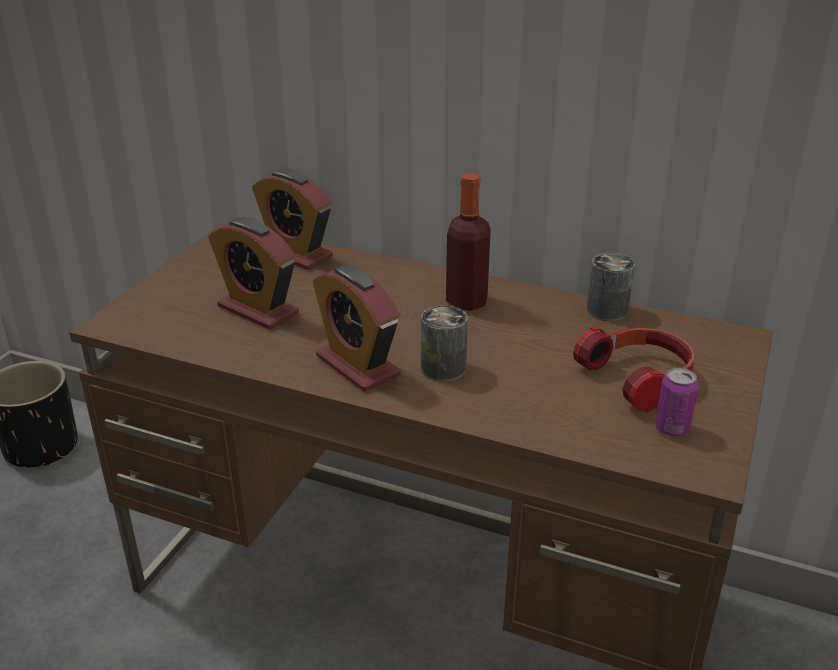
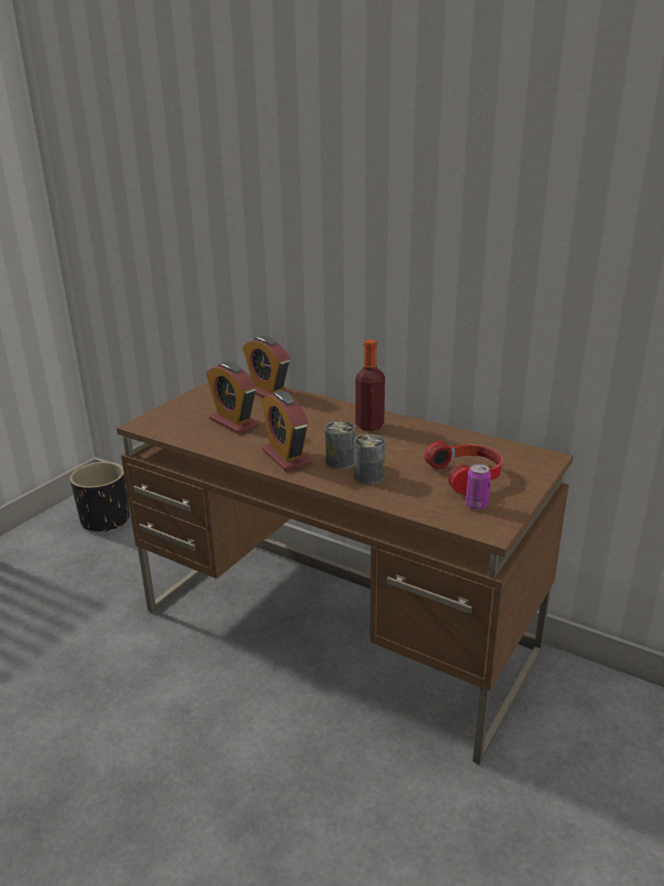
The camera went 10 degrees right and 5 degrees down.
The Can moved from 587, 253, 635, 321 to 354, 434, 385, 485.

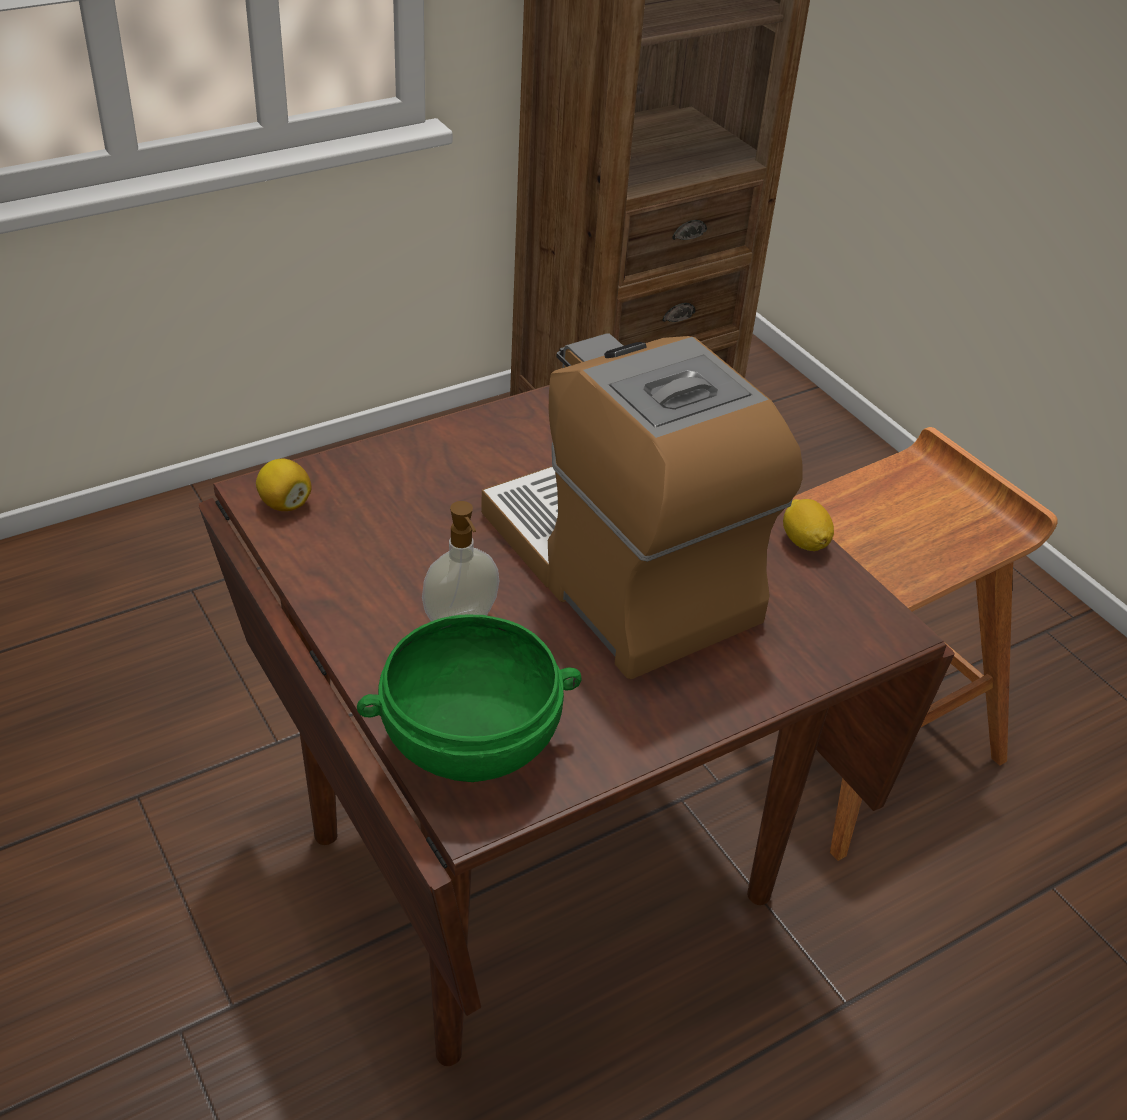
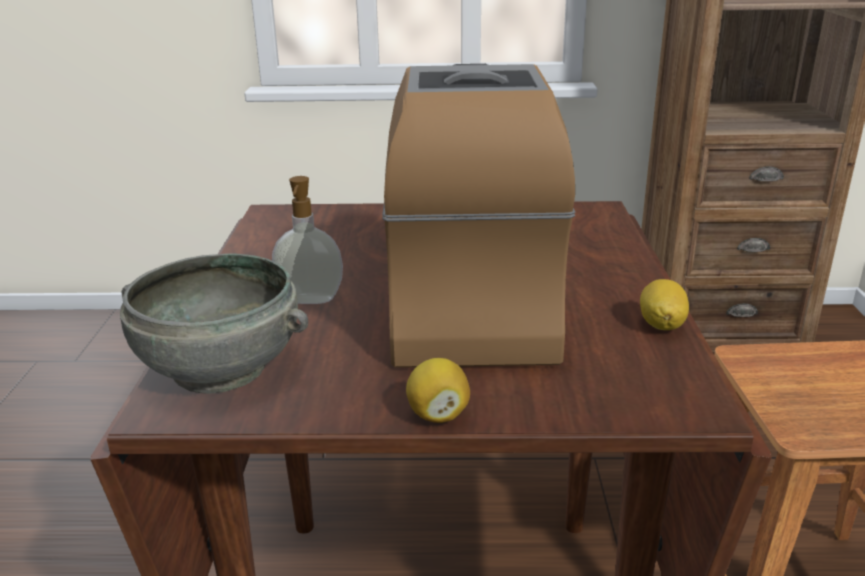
The camera went 35 degrees right and 15 degrees down.
The GreenBowl at 357, 615, 581, 782 became the GreyBowl at 120, 253, 308, 394.
The Lemon moved from 256, 459, 312, 511 to 406, 358, 470, 423.

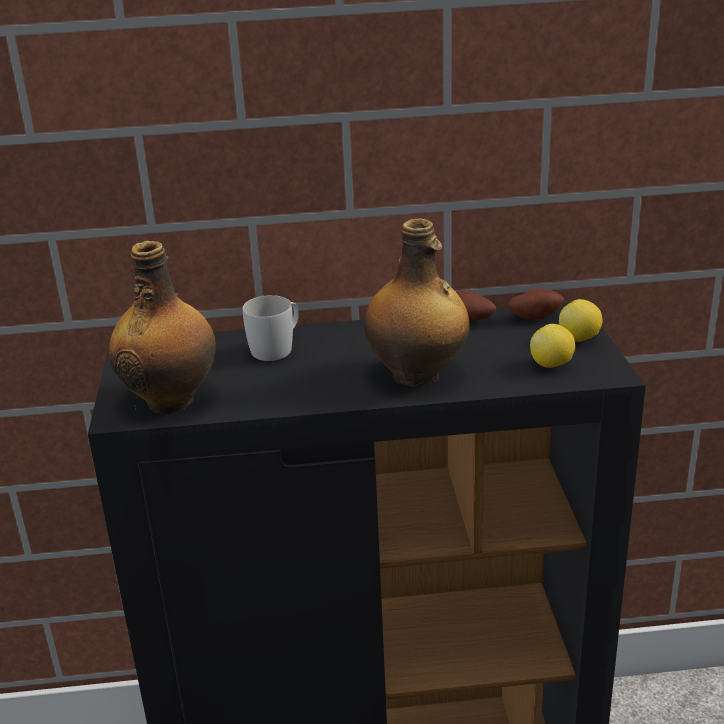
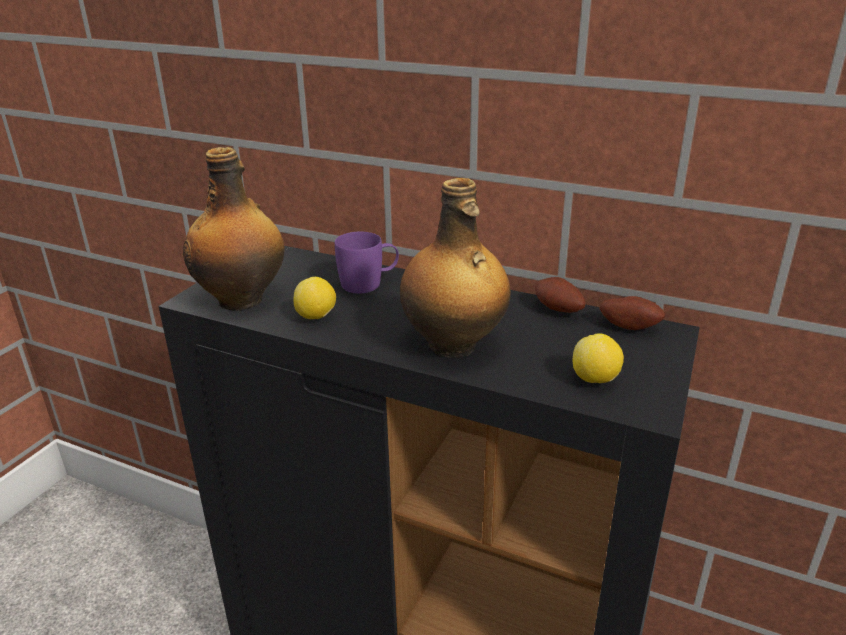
The camera went 30 degrees right and 0 degrees up.
The Lemon moved from 559, 299, 602, 342 to 293, 277, 336, 319.
The WhiteMug at 243, 295, 299, 361 became the PurpleMug at 335, 232, 399, 294.

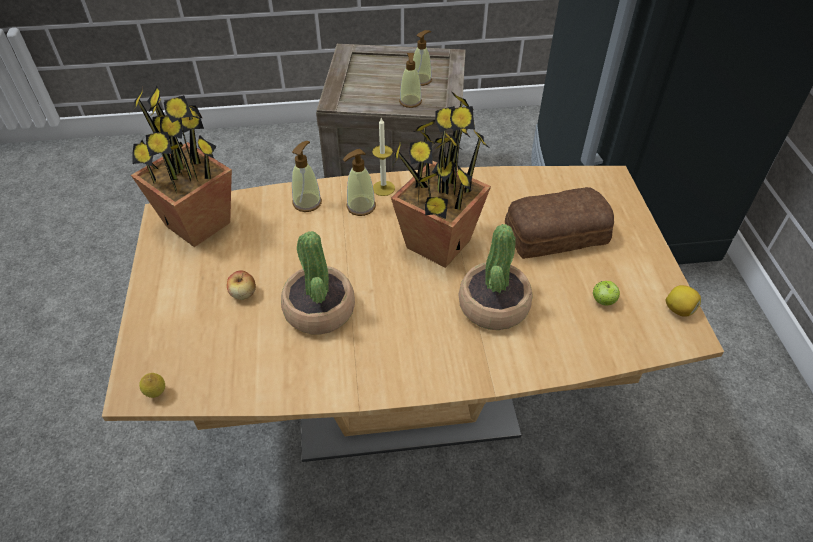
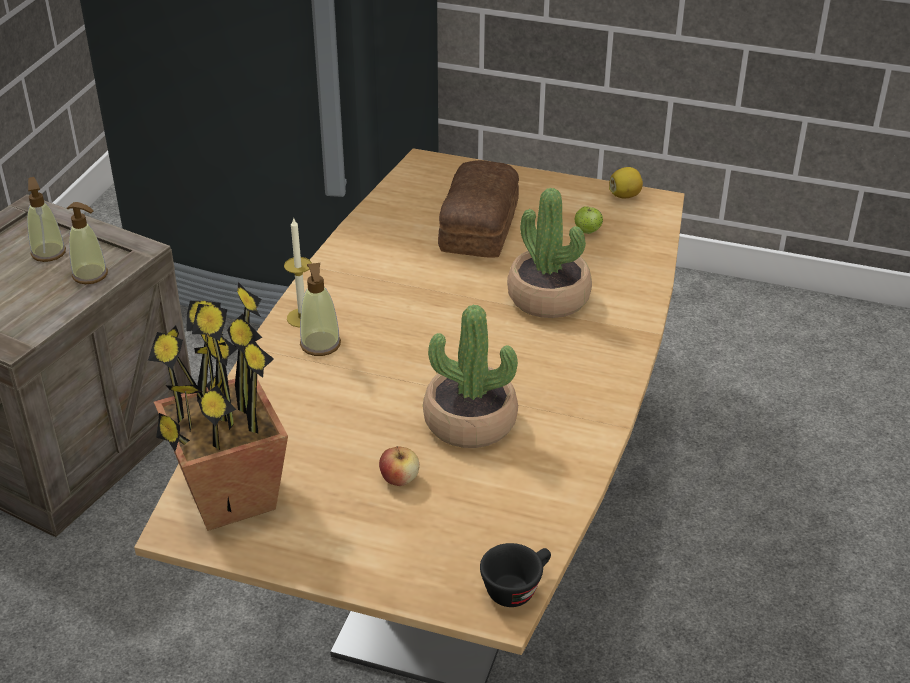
The camera went 65 degrees left and 10 degrees down.
The Lemon at 139, 373, 165, 398 was replaced by the BlackCup at 480, 543, 551, 607.
The SoapDispenser at 292, 141, 322, 212 disappeared.
The PottedPlant at 391, 91, 491, 268 disappeared.

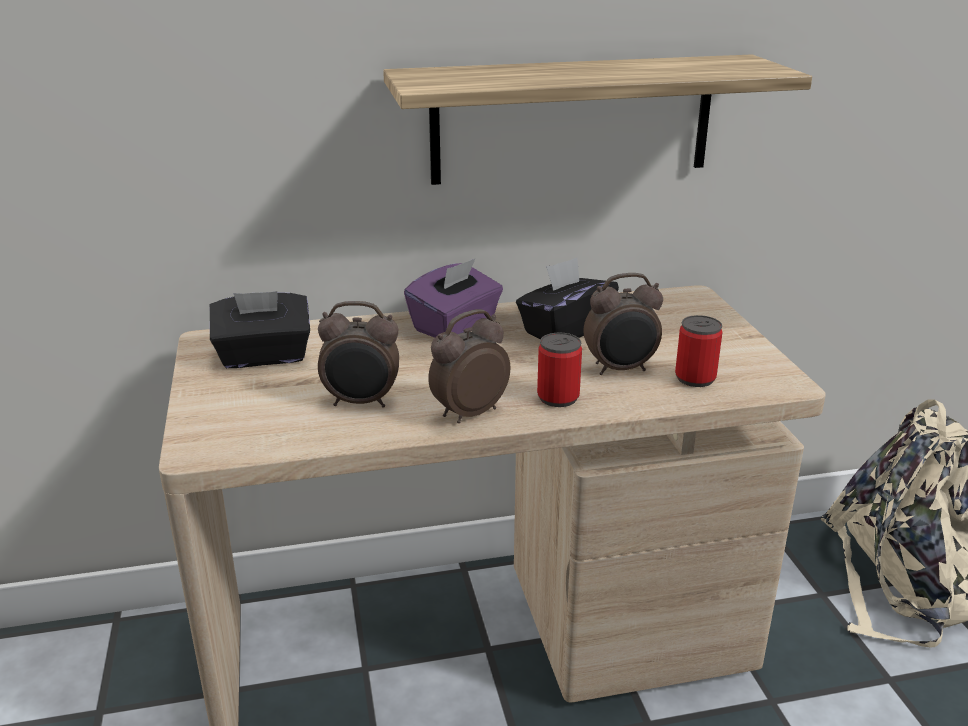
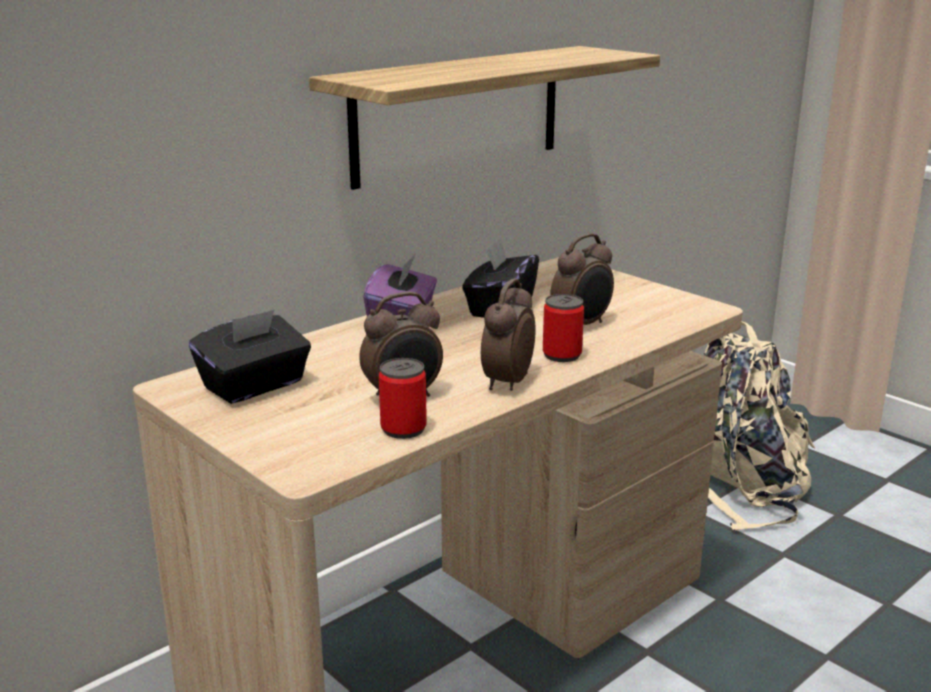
The camera went 30 degrees left and 5 degrees down.
The Can moved from 675, 315, 723, 387 to 379, 358, 427, 439.

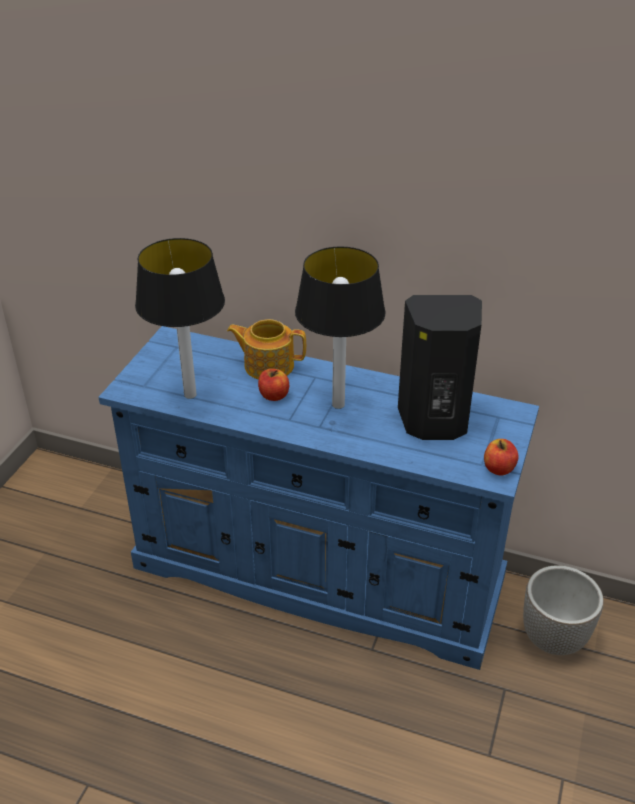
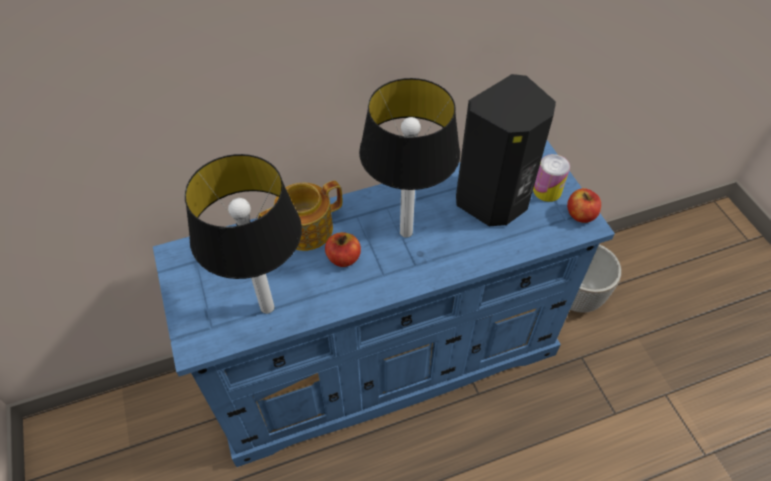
The camera went 40 degrees left and 15 degrees up.
The Can at 533, 154, 570, 202 appeared.

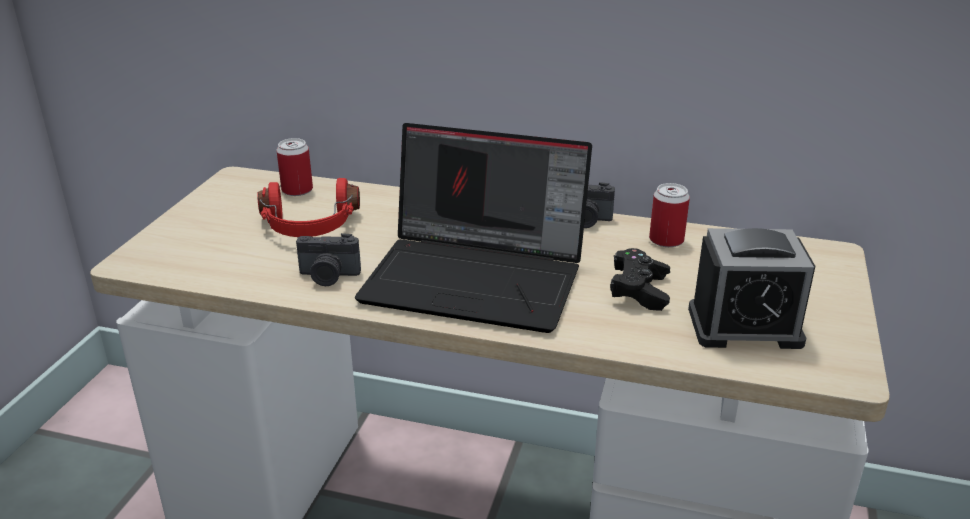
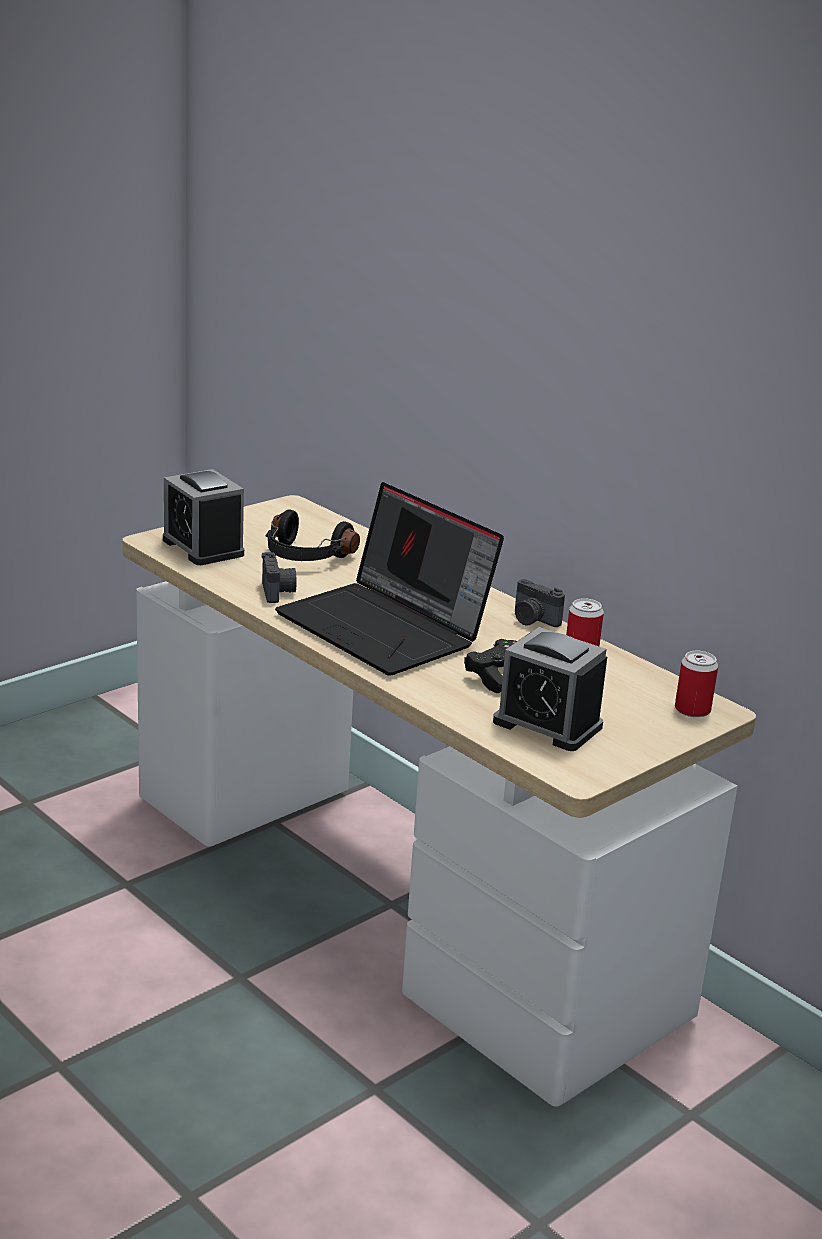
The camera went 30 degrees right and 5 degrees down.
The AlarmClock at 163, 469, 244, 565 appeared.
The PhotoCamera at 296, 233, 361, 286 turned 135 degrees counterclockwise.
The RedHeadphones at 257, 178, 360, 237 became the BlackHeadphones at 266, 510, 360, 561.
The Can moved from 276, 138, 313, 196 to 675, 651, 718, 717.

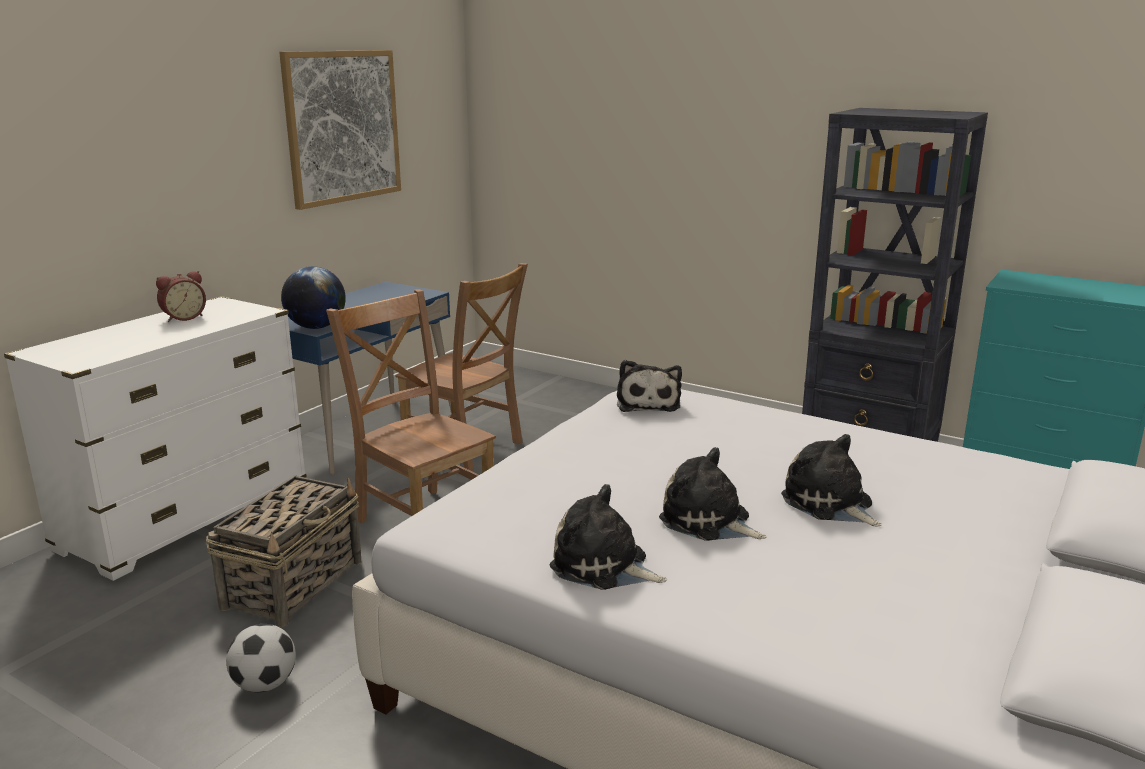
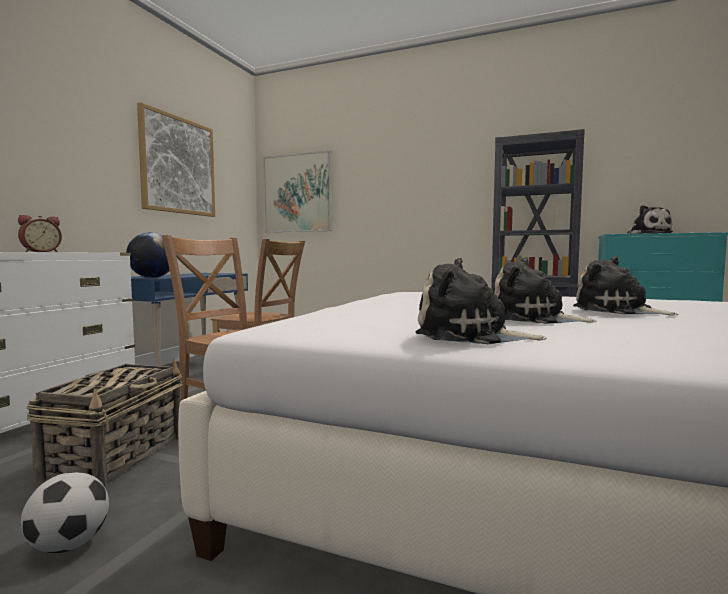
The camera went 10 degrees left and 15 degrees down.
The Picture at 263, 150, 333, 232 appeared.
The PlushToy moved from 617, 360, 682, 412 to 627, 205, 673, 234.

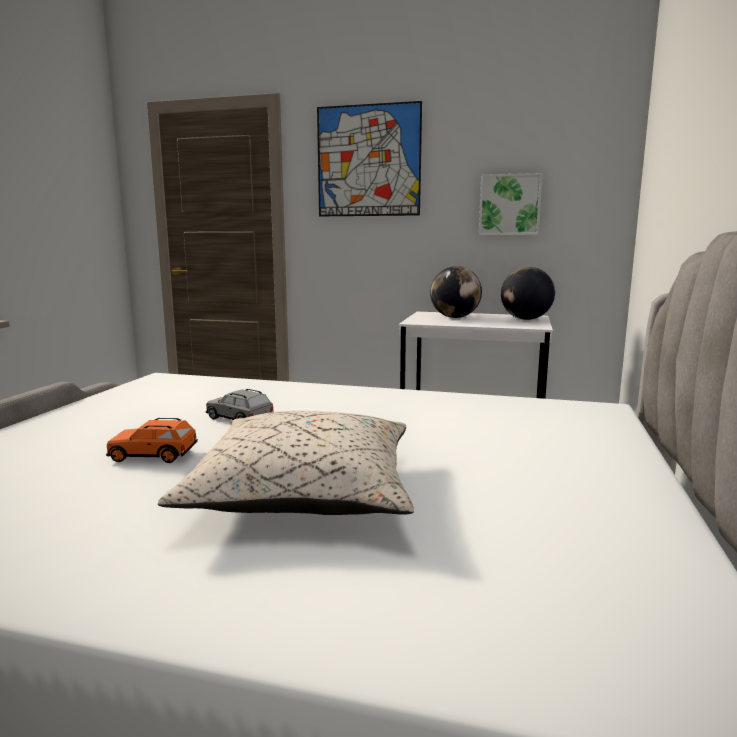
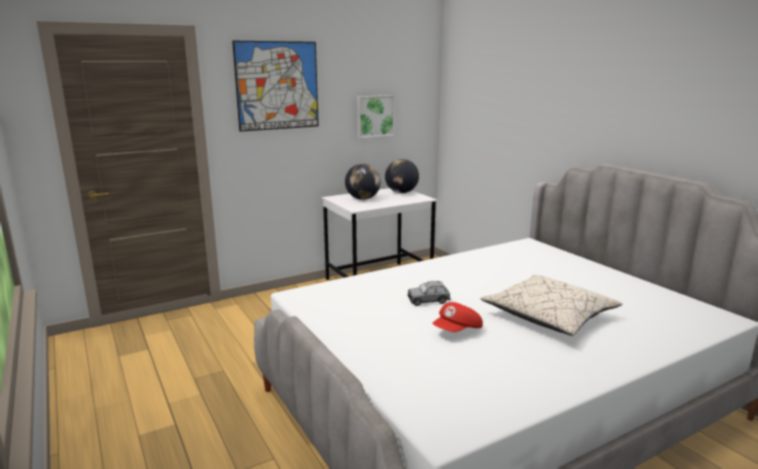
The camera went 45 degrees left and 5 degrees up.
The OrangeToyCar at 106, 418, 198, 463 was replaced by the RedCap at 432, 302, 483, 332.

